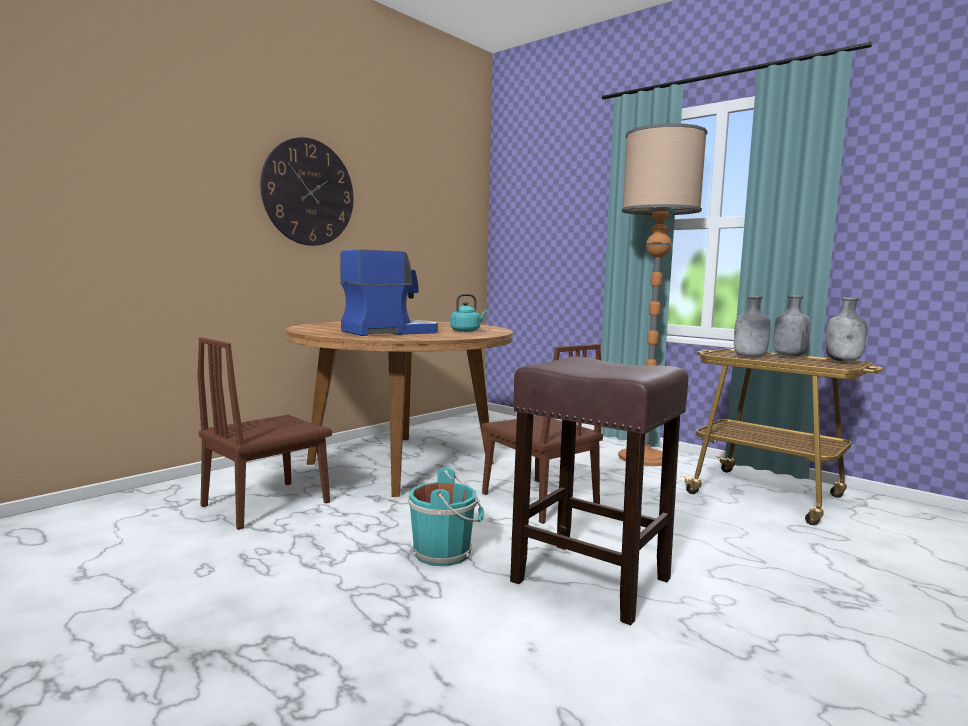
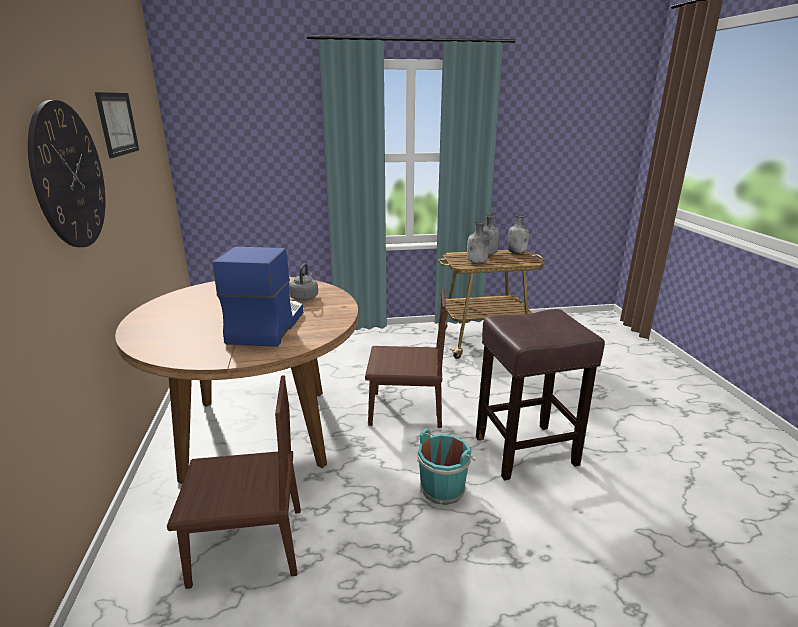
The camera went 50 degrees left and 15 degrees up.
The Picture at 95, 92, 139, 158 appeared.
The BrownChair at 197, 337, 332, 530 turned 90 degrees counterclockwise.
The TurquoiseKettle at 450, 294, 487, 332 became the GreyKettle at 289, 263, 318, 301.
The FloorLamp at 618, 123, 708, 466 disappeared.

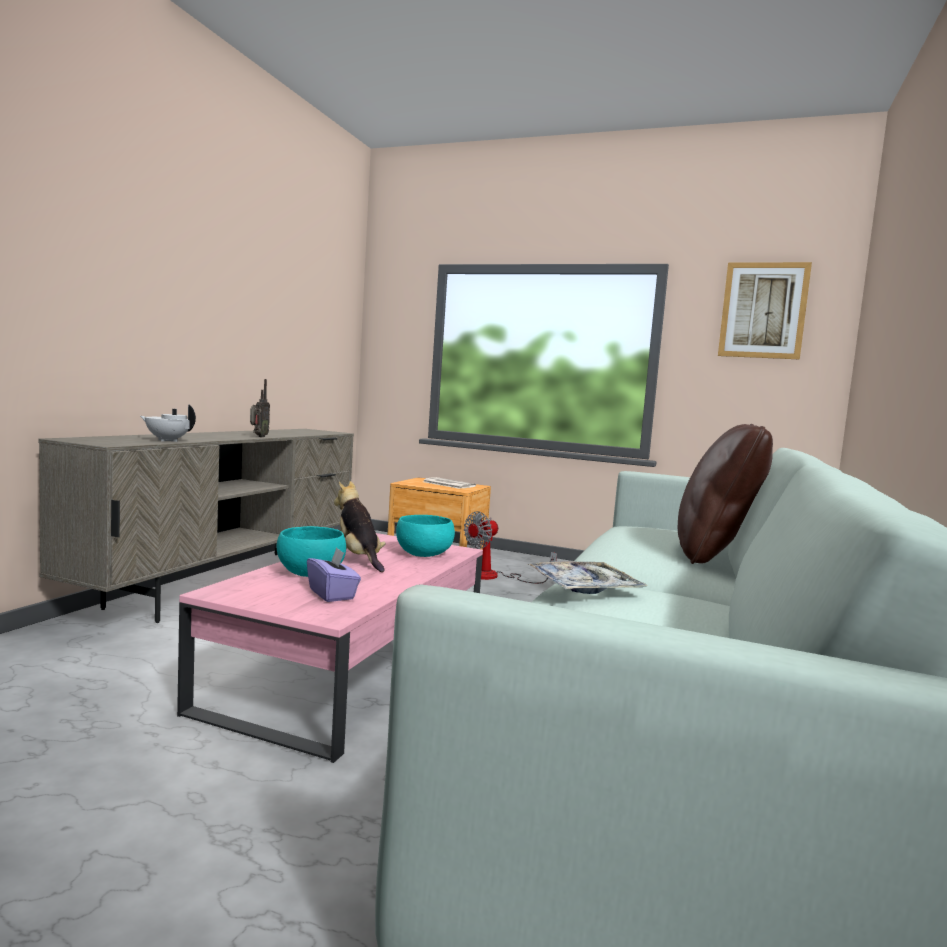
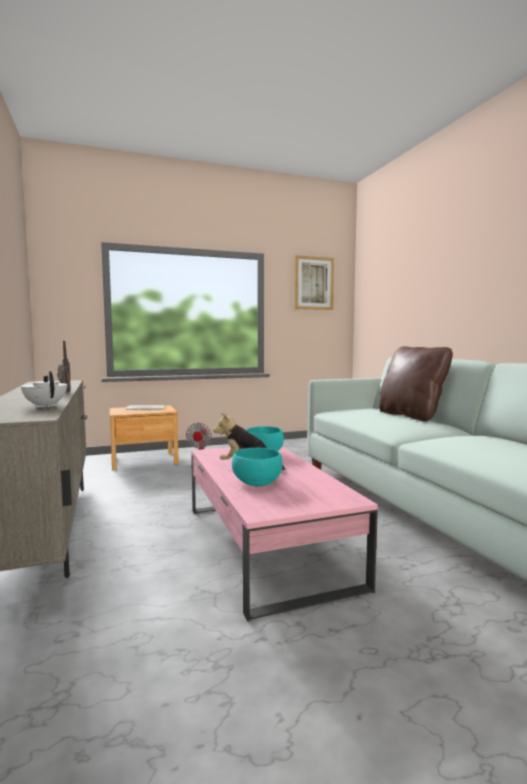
The camera went 40 degrees left and 0 degrees up.
The WhiteTeapot at 140, 404, 196, 442 turned 75 degrees clockwise.
The PurpleTissueBox at 307, 548, 361, 602 disappeared.
The Tray at 527, 561, 648, 594 disappeared.

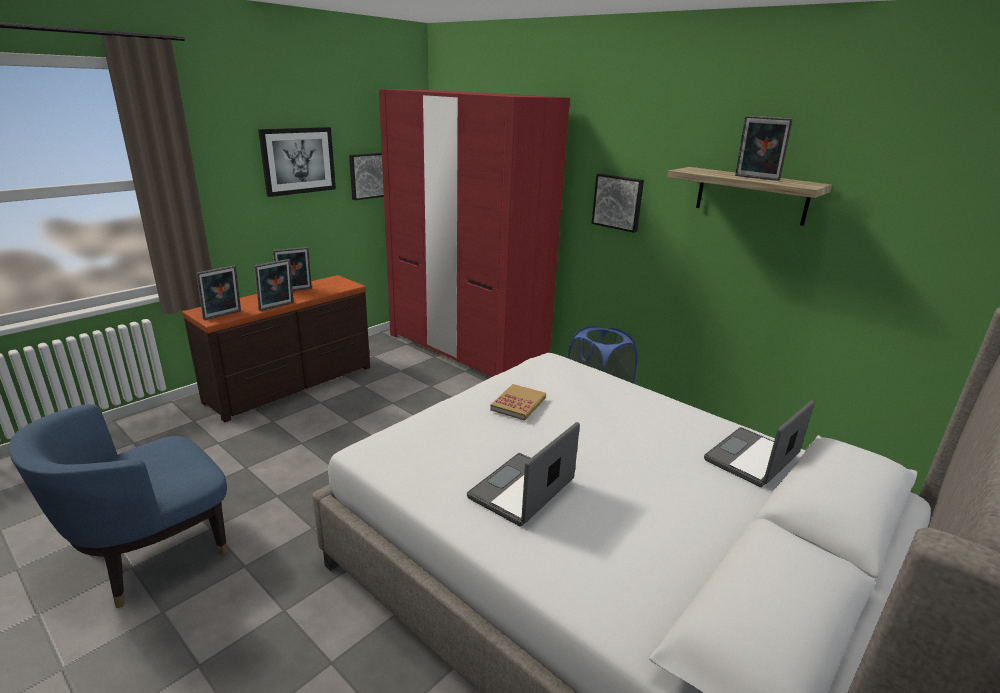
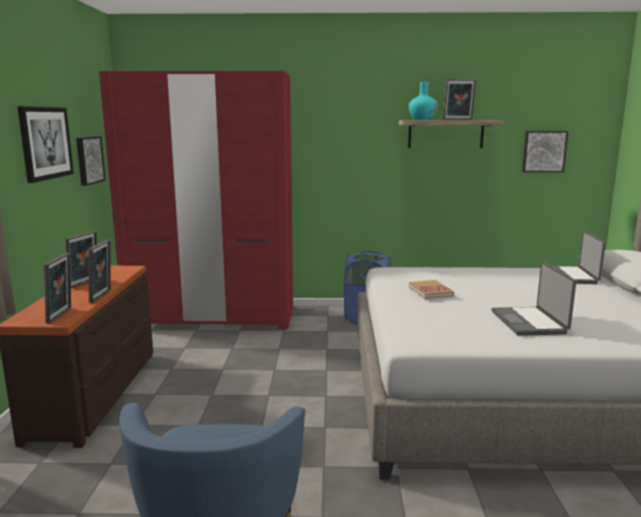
The camera went 40 degrees left and 10 degrees down.
The TurquoiseVase at 409, 82, 438, 120 appeared.
The Picture moved from 592, 174, 644, 233 to 522, 131, 568, 172.

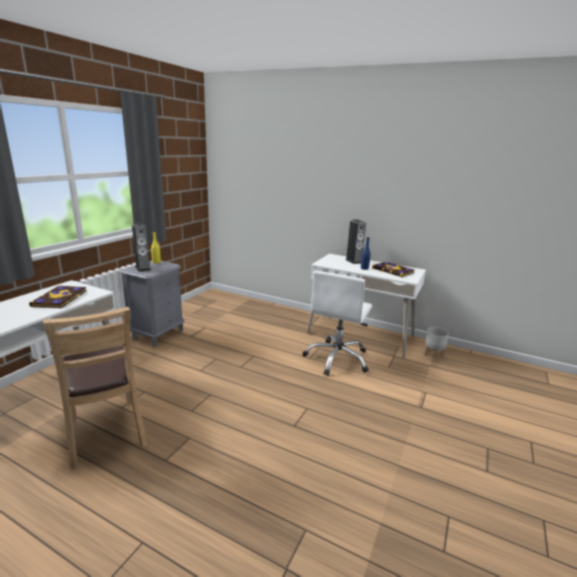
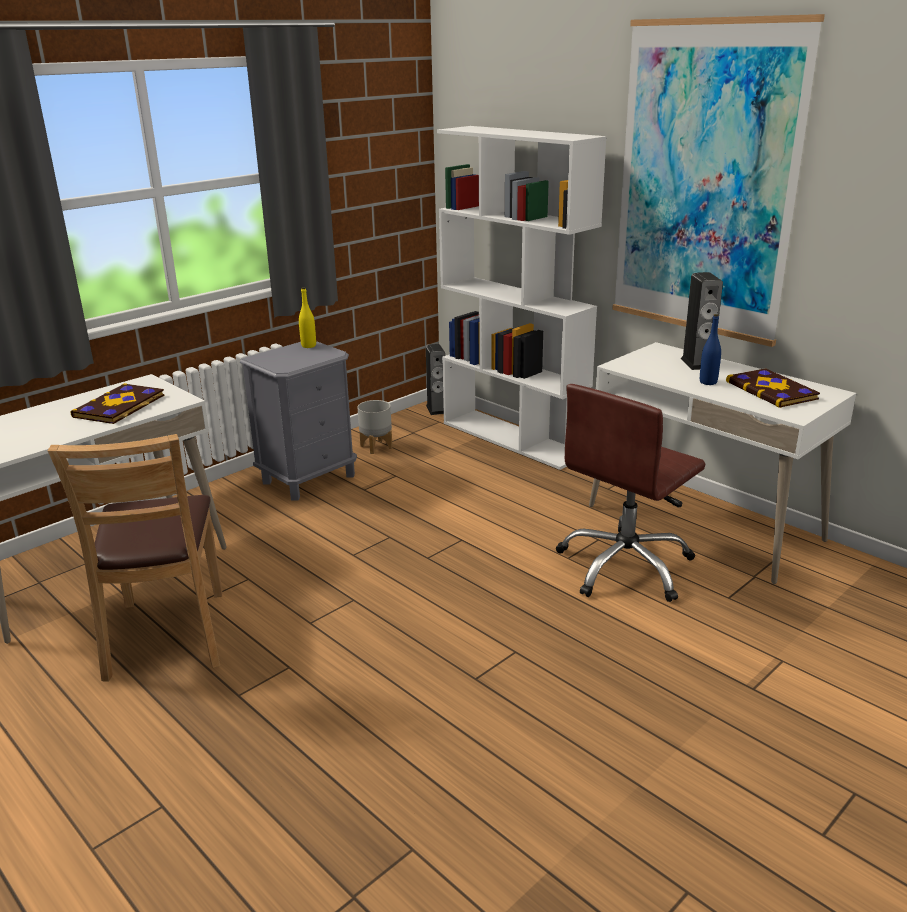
The camera went 20 degrees right and 5 degrees up.
The GreyPlanter moved from 424, 327, 449, 361 to 358, 400, 393, 454.
The Speaker moved from 132, 223, 151, 272 to 426, 344, 445, 415.
The WhiteBookcase at 437, 126, 607, 470 appeared.
The WhiteOfficeChair at 303, 271, 372, 376 became the BrownOfficeChair at 556, 384, 705, 602.
The Picture at 612, 14, 825, 347 appeared.

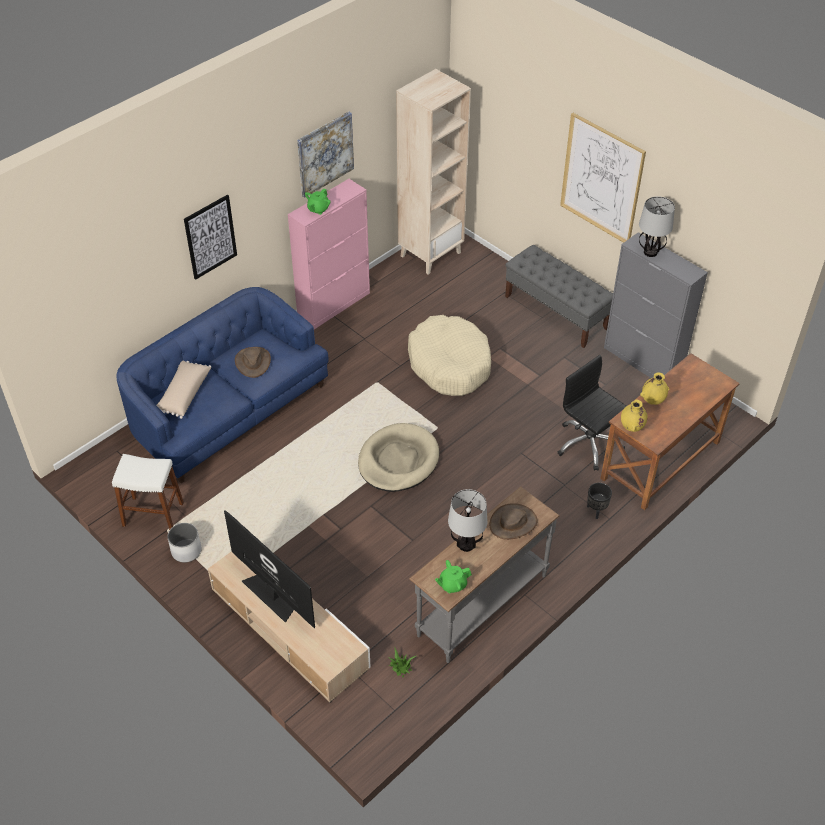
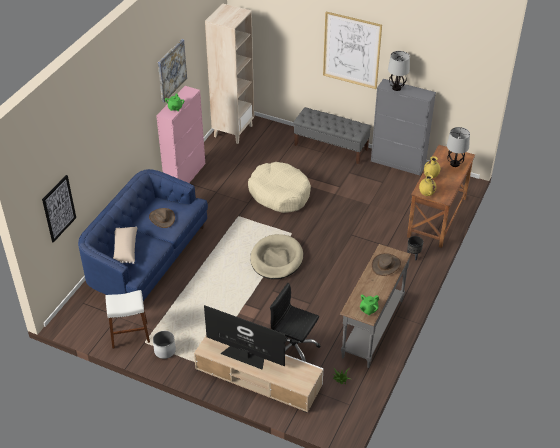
The camera went 20 degrees left and 5 degrees down.
The Picture moved from 184, 194, 237, 280 to 42, 175, 76, 243.
The BlackOfficeChair moved from 557, 355, 626, 471 to 270, 283, 320, 362.
The TableLamp moved from 448, 489, 488, 552 to 447, 127, 470, 167.

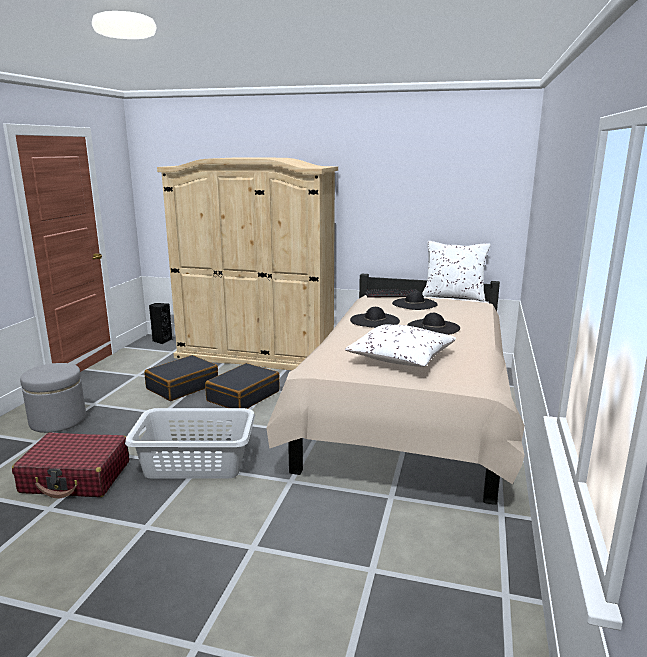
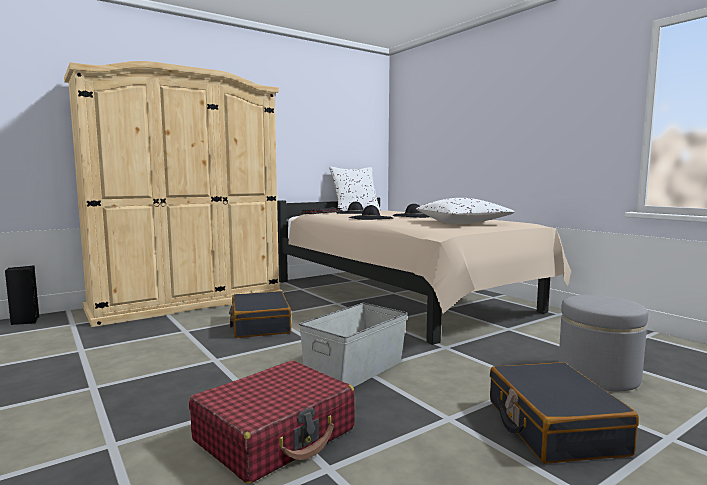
The camera went 50 degrees left and 10 degrees down.
The GreyLaundryBasket at 125, 408, 255, 478 was replaced by the GreyStorageBox at 299, 303, 408, 387.
The BlackSuitcase moved from 144, 355, 218, 401 to 490, 362, 639, 463.
The GreyOttoman moved from 20, 363, 86, 433 to 558, 295, 648, 391.

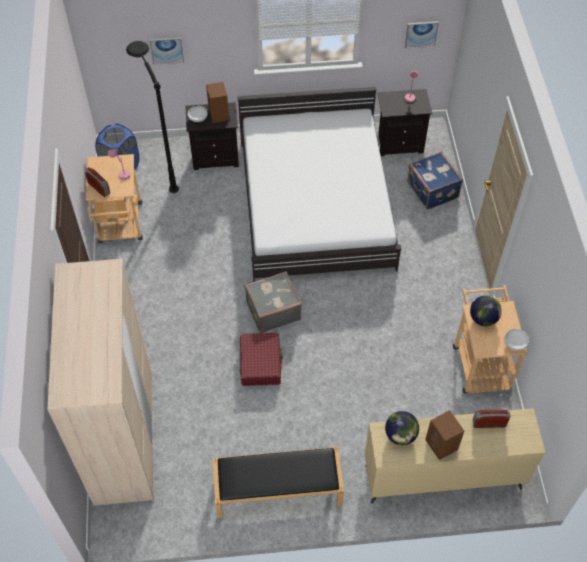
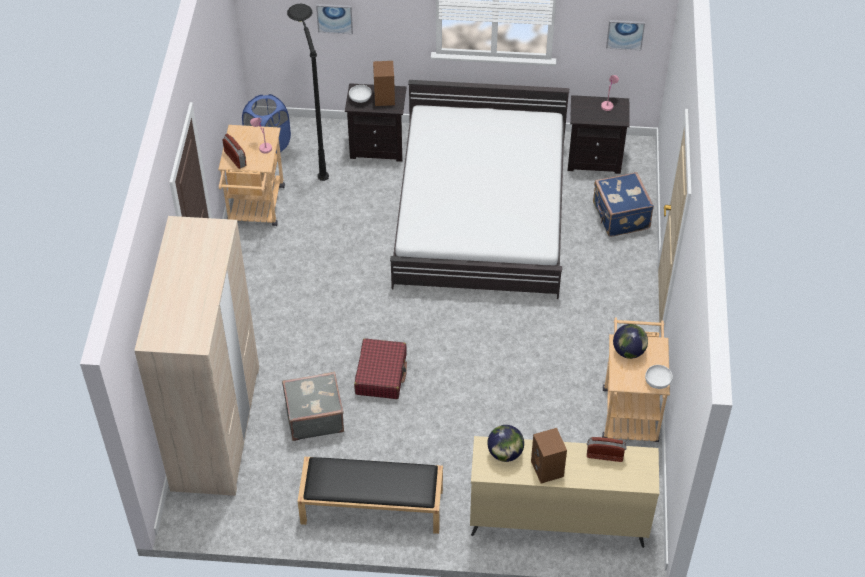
The camera went 10 degrees right and 5 degrees down.
The GreySuitcase moved from 245, 271, 302, 333 to 282, 372, 344, 441.

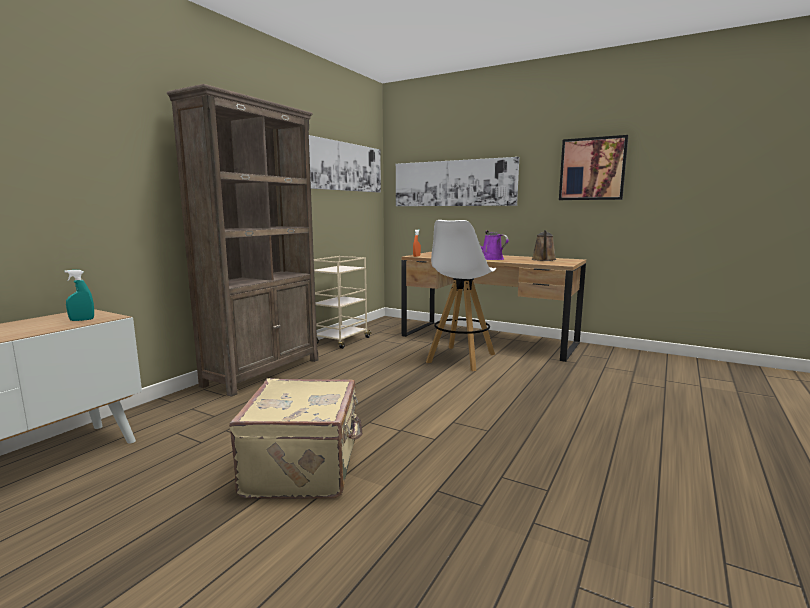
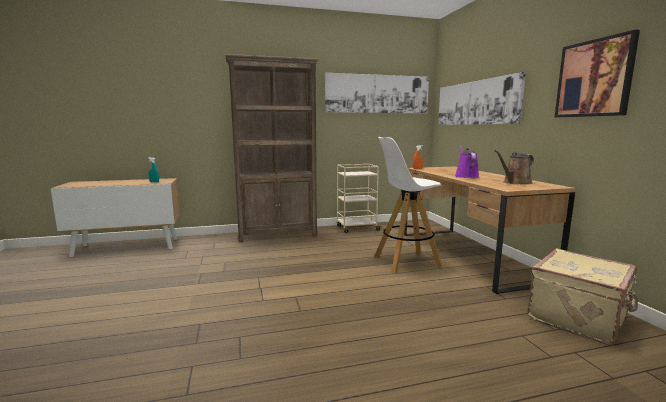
The camera went 45 degrees right and 0 degrees up.
The BeigeSuitcase moved from 229, 378, 362, 499 to 527, 248, 638, 344.

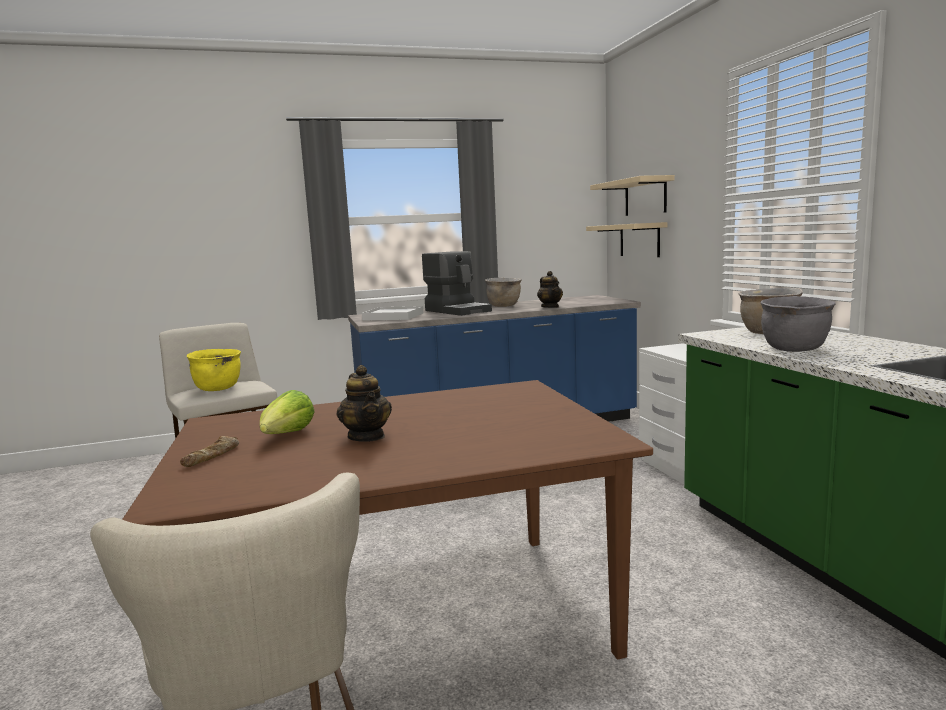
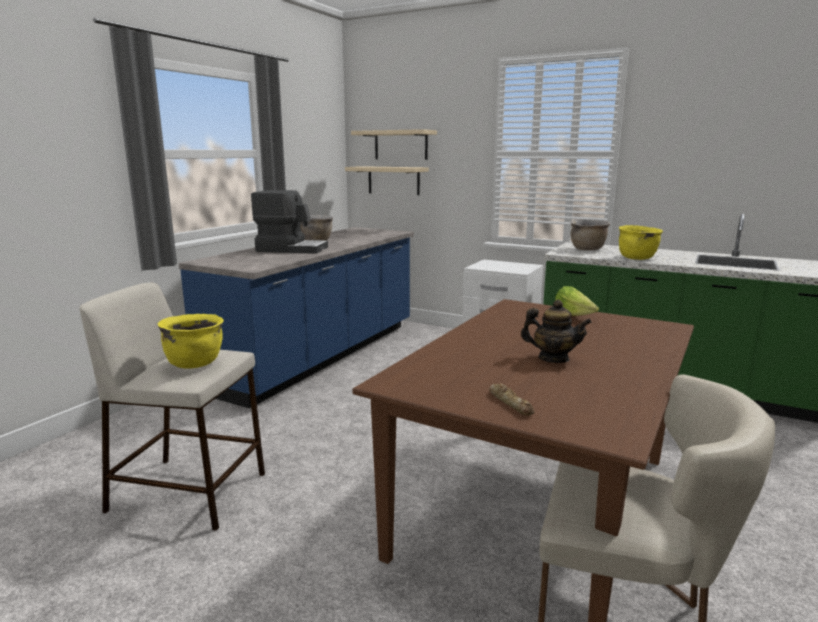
The camera went 45 degrees left and 5 degrees up.
The Lettuce moved from 260, 390, 315, 434 to 555, 286, 599, 316.
The GreyCookingPot at 761, 296, 836, 352 became the YellowCookingPot at 619, 225, 663, 260.
The WhiteTray at 362, 306, 423, 321 disappeared.
The Teapot at 537, 271, 563, 308 disappeared.

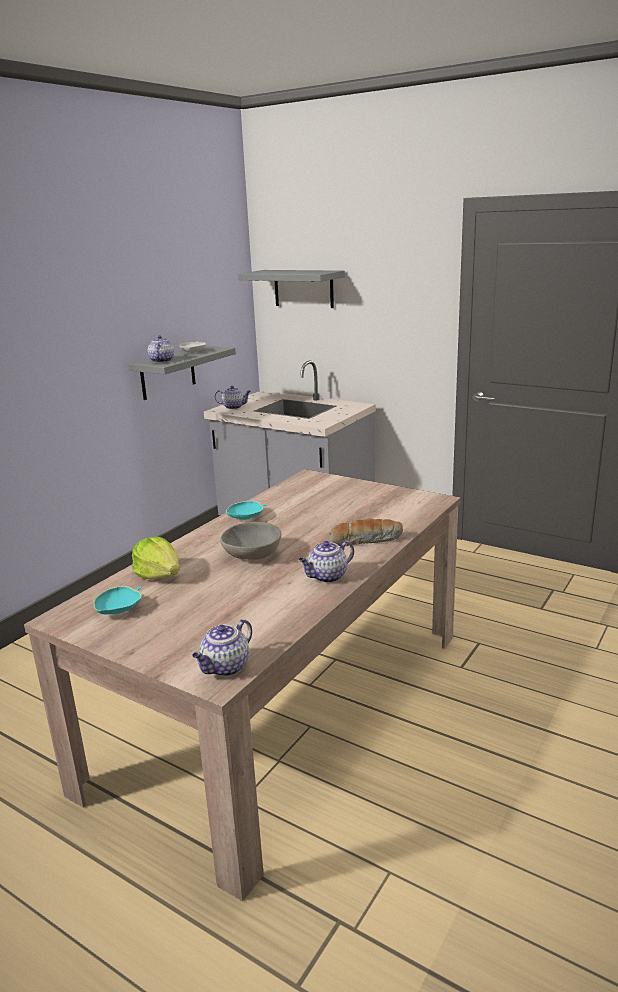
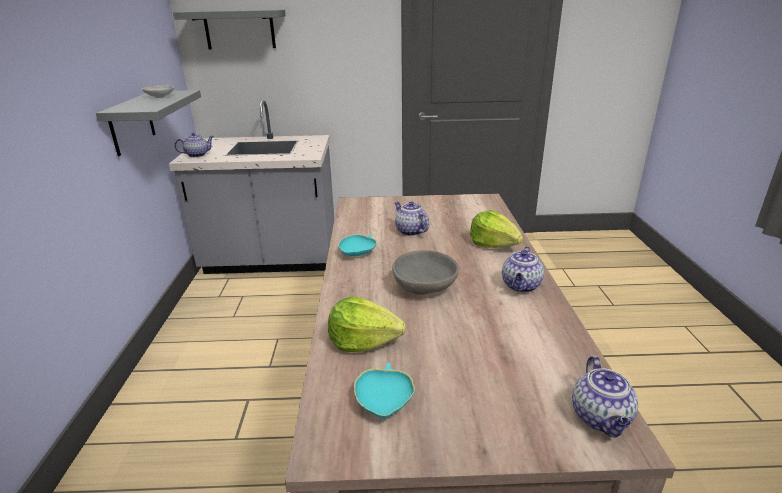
The camera went 35 degrees left and 5 degrees up.
The Teapot moved from 147, 335, 174, 363 to 395, 201, 429, 236.
The Bread at 329, 518, 403, 546 was replaced by the Lettuce at 470, 210, 523, 248.

